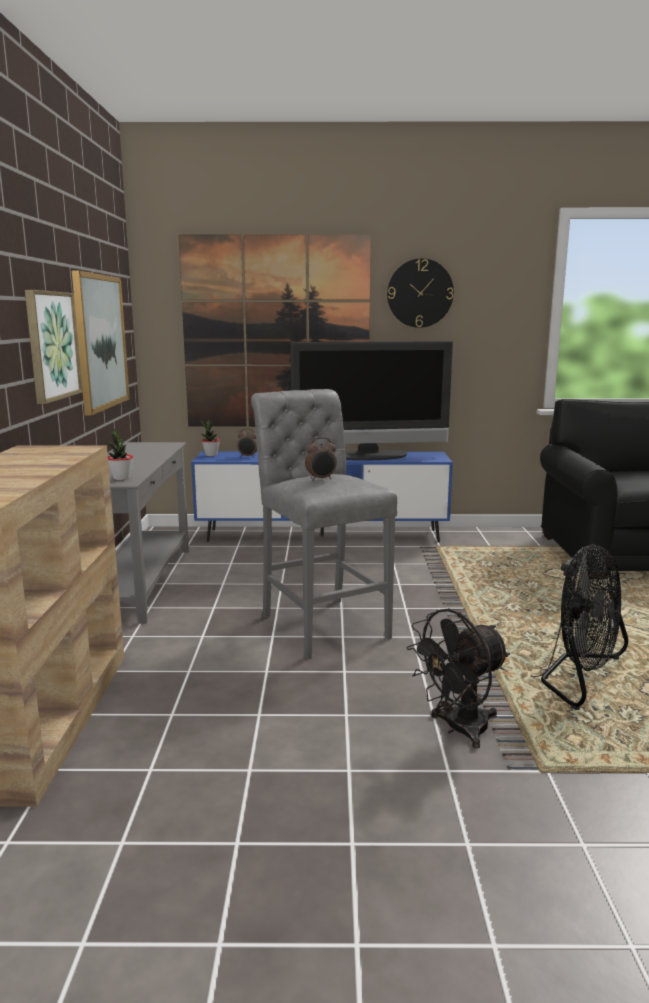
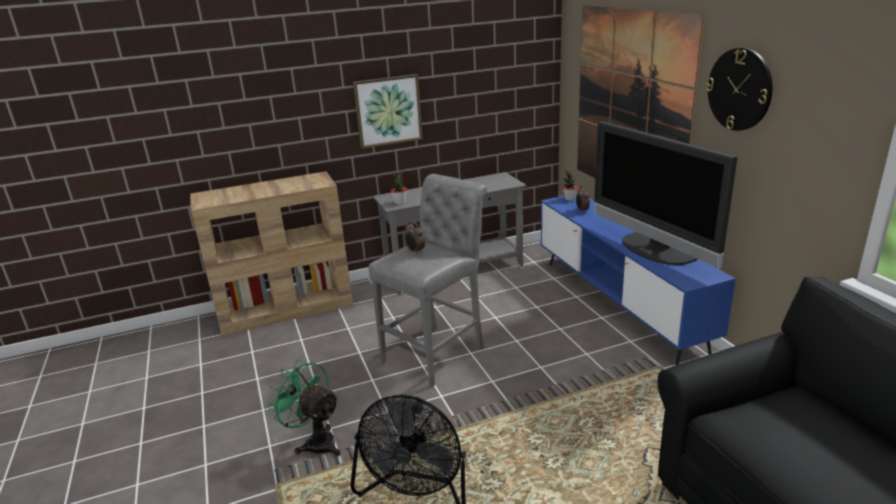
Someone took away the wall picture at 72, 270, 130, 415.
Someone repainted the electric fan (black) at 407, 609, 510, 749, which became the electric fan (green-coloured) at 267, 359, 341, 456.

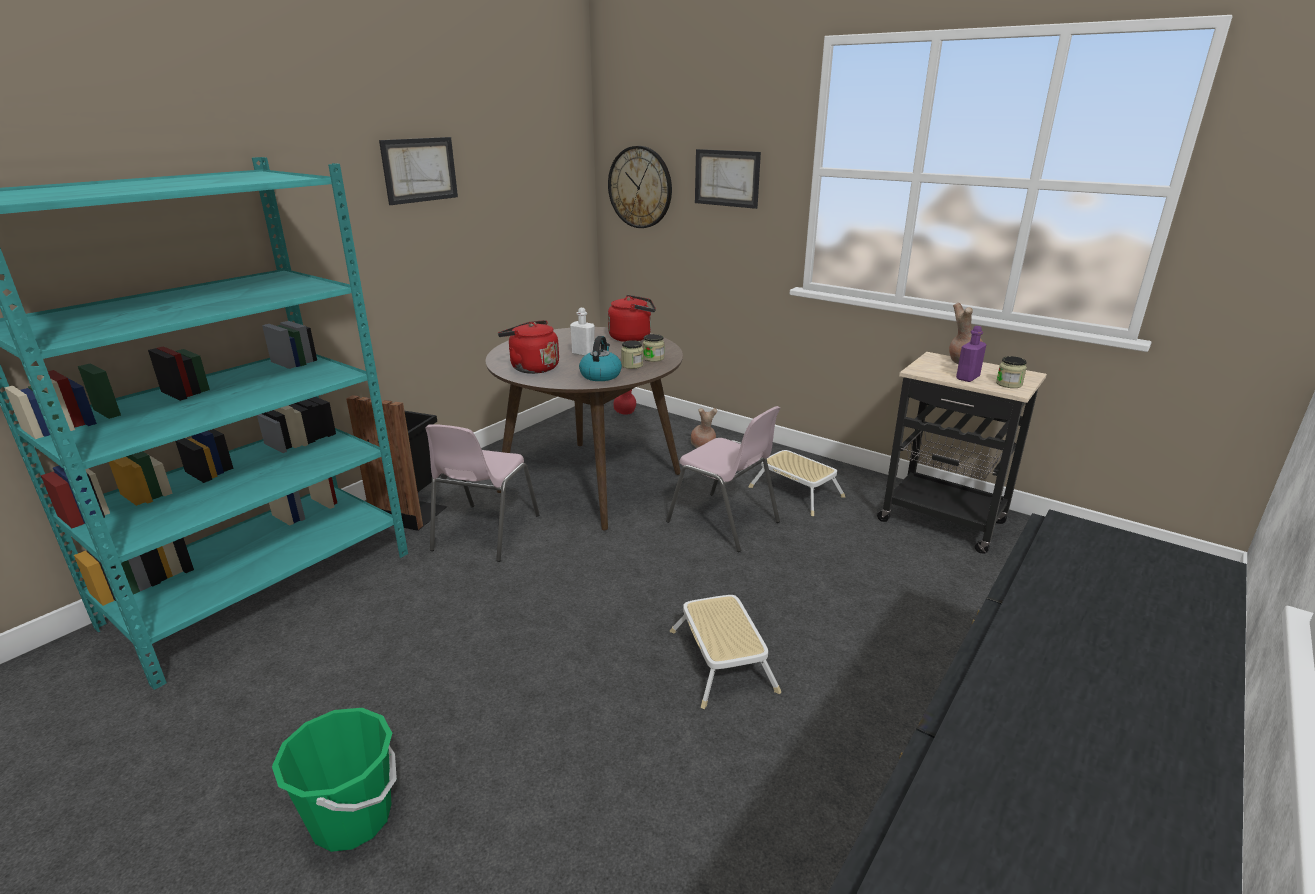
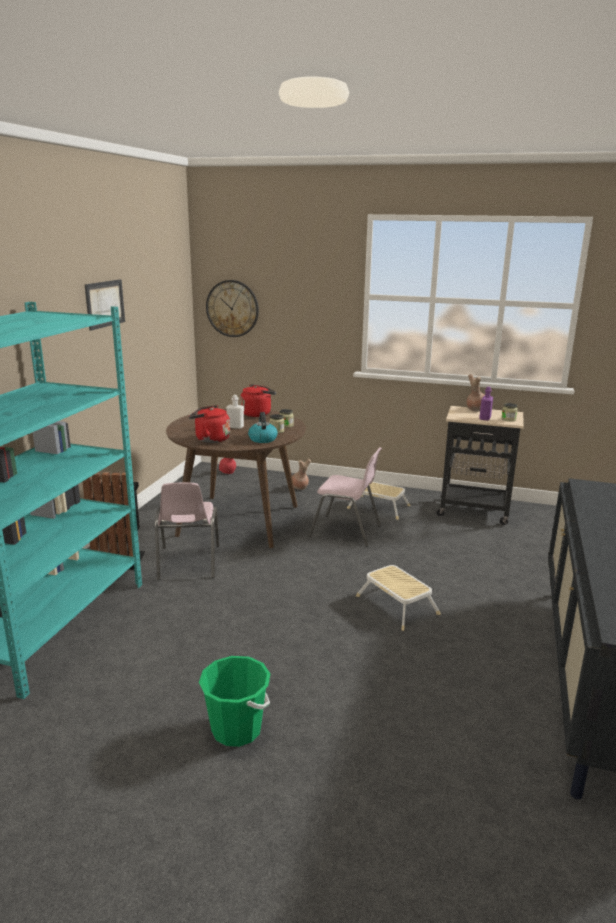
Someone took away the wall picture at 695, 149, 761, 209.

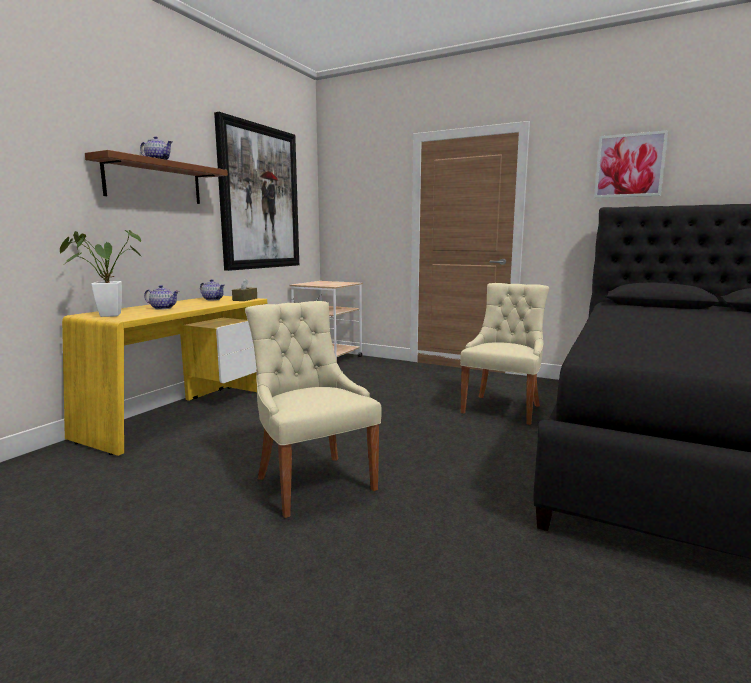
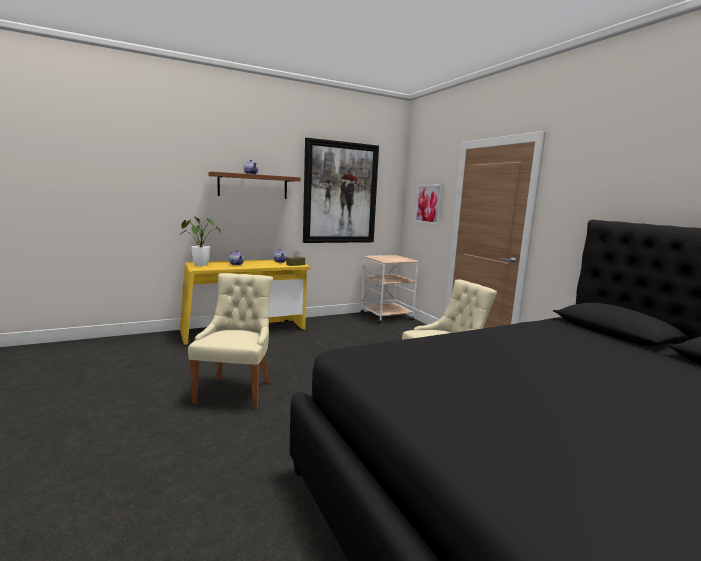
Someone carried the wall picture from 594, 130, 668, 198 to 415, 185, 443, 225.

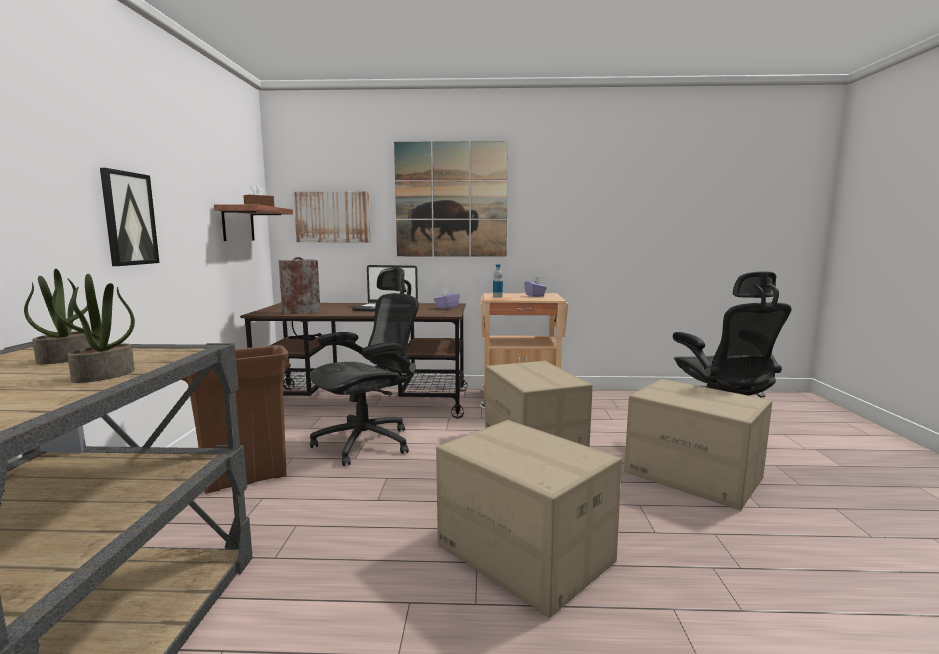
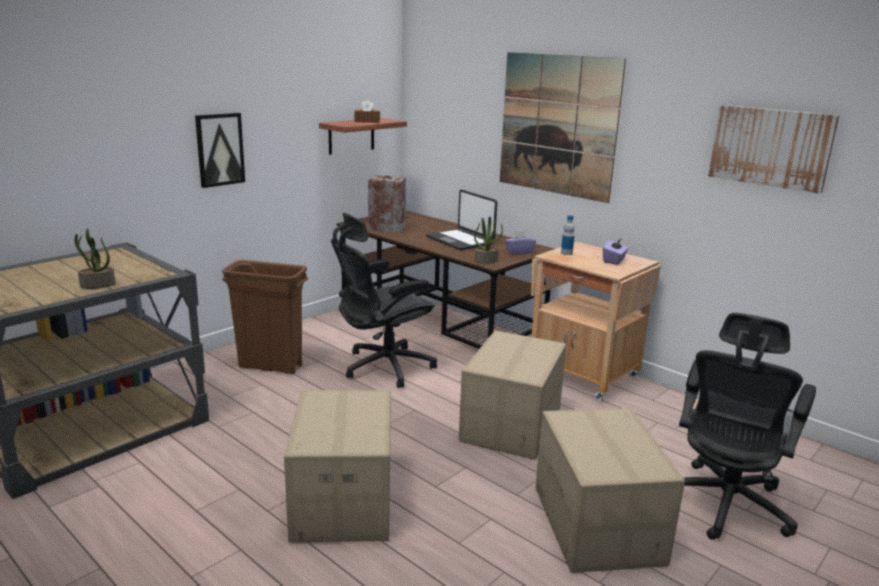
Someone carried the wall picture from 294, 192, 371, 242 to 708, 105, 839, 194.
Someone rotated the computer chair at 310, 267, 419, 466 by 150 degrees clockwise.
Someone carried the houseplant from 24, 269, 91, 364 to 474, 217, 503, 264.

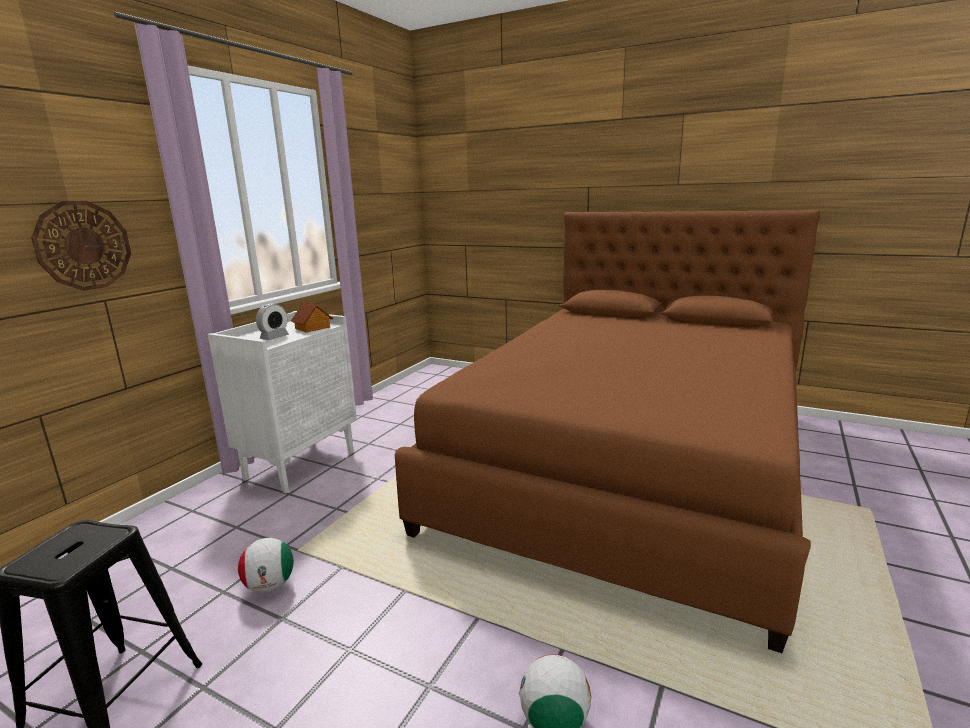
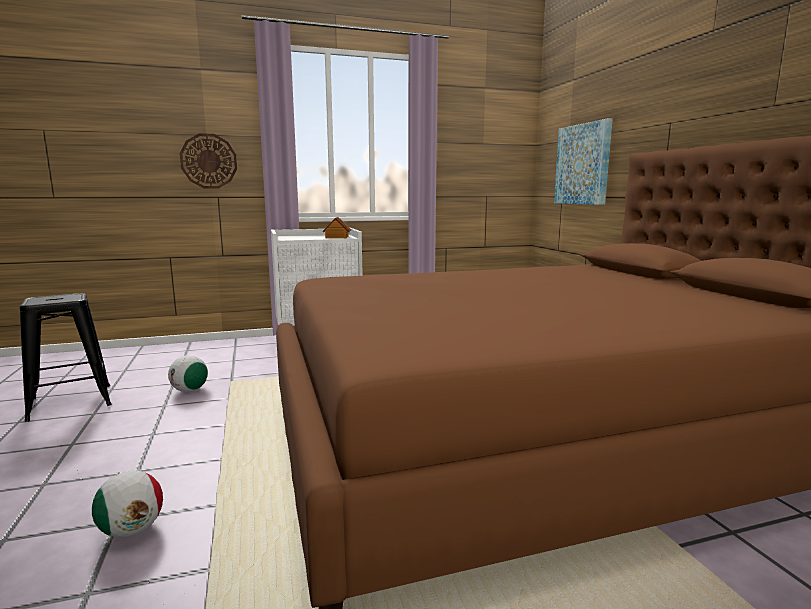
Someone took away the bedside clock at 256, 303, 289, 340.
Someone put up the wall picture at 554, 118, 613, 205.

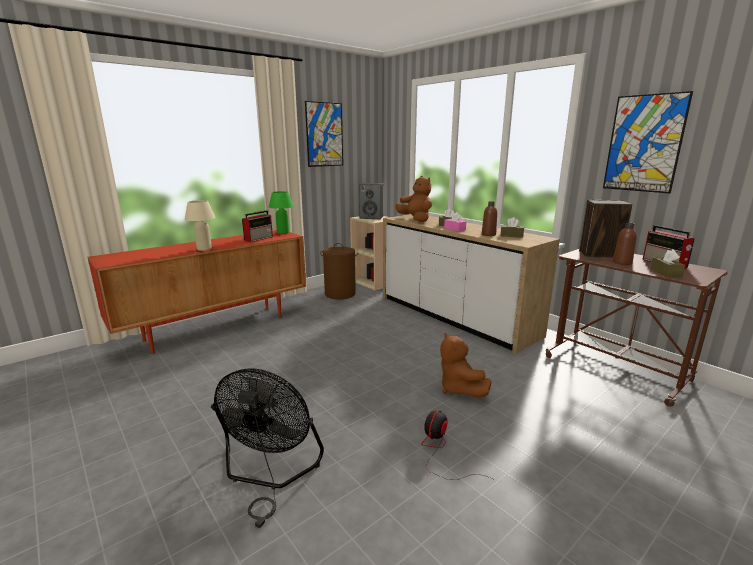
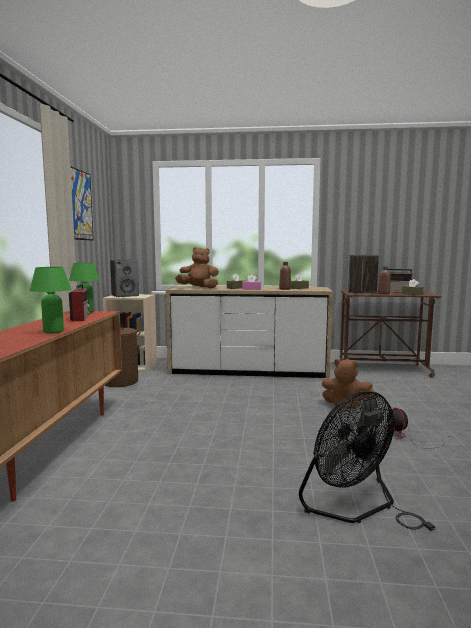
Someone took away the wall picture at 603, 91, 693, 193.
Someone repainted the tabletop lamp (beige-coloured) at 185, 200, 215, 251, which became the tabletop lamp (green-coloured) at 30, 267, 72, 333.

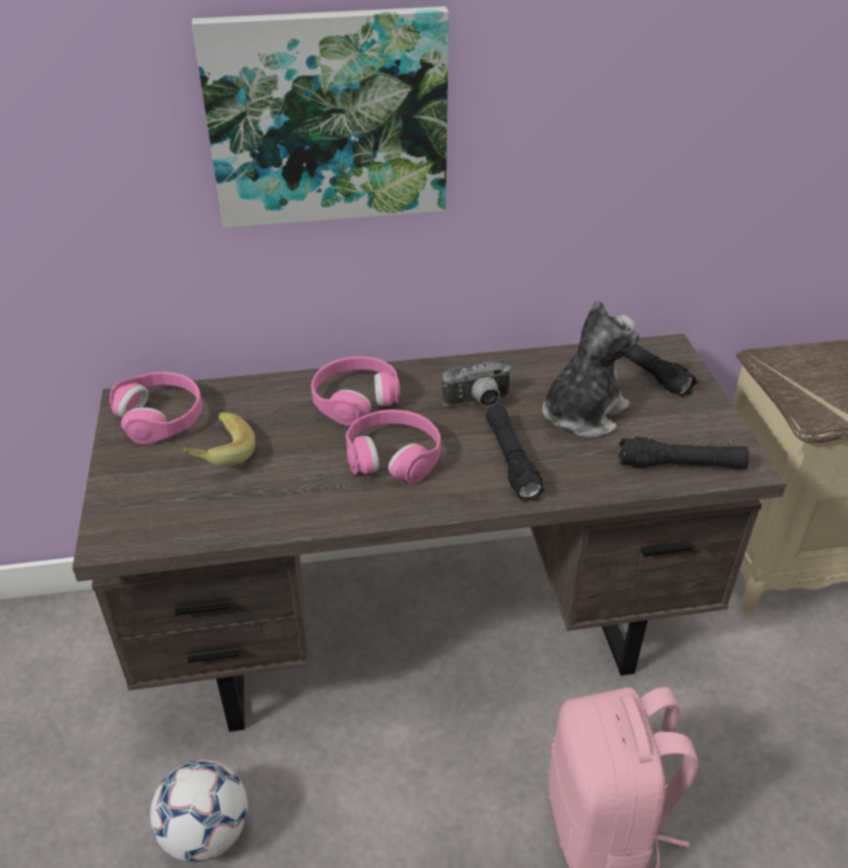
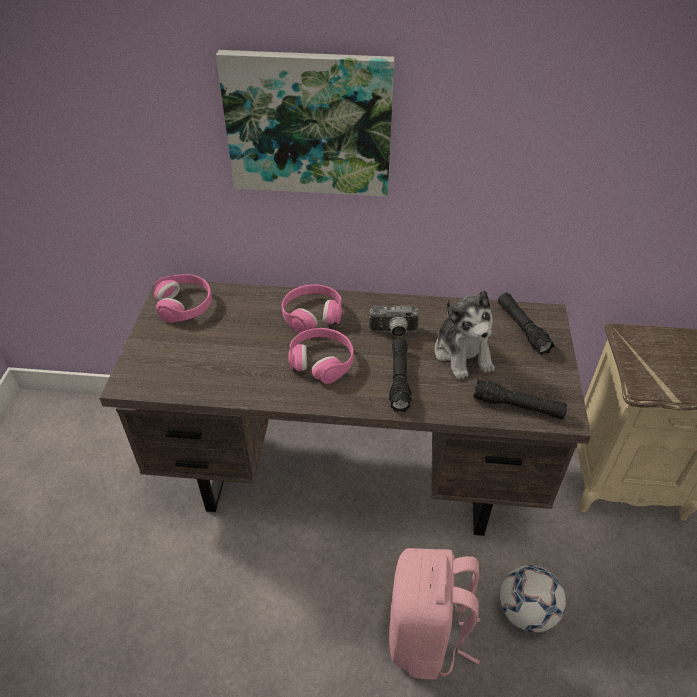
Someone rotated the plush toy at 542, 299, 640, 438 by 105 degrees clockwise.
Someone took away the banana at 170, 412, 255, 466.
Someone carried the ball for football from 150, 760, 248, 862 to 500, 565, 566, 633.

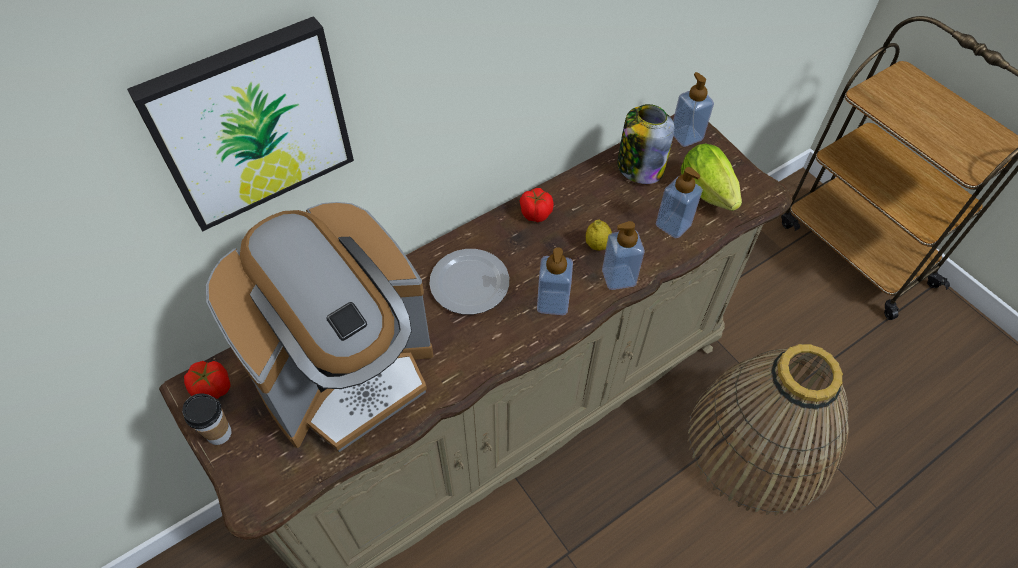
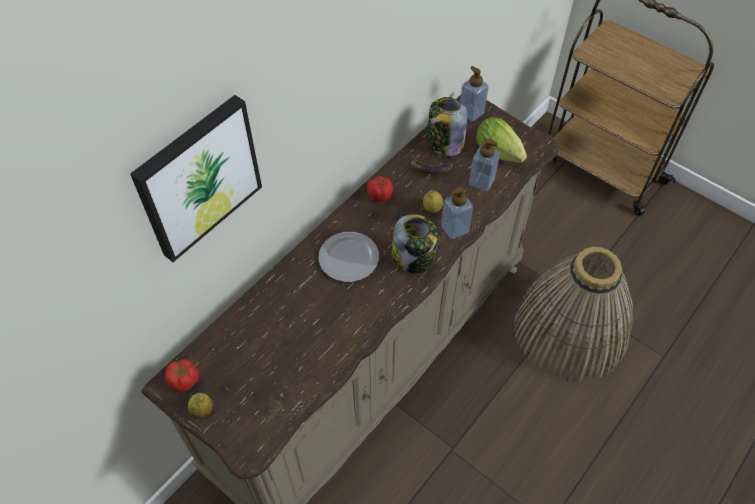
Someone took away the coffee maker at 206, 202, 434, 452.
Someone swapped the soap dispenser at 537, 247, 573, 315 for the jar at 392, 214, 438, 274.
Someone swapped the cup at 182, 393, 231, 445 for the lemon at 188, 393, 213, 419.
Someone put down the banana at 411, 155, 453, 174.

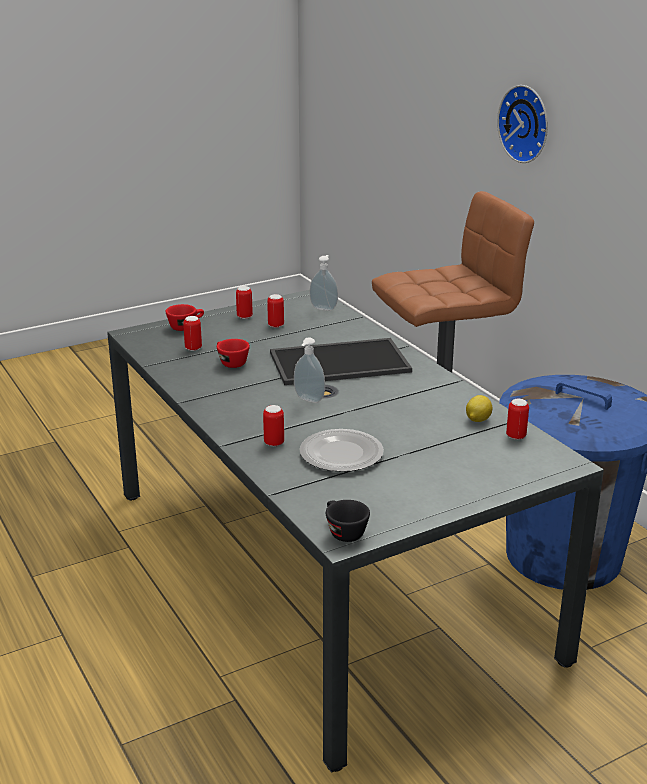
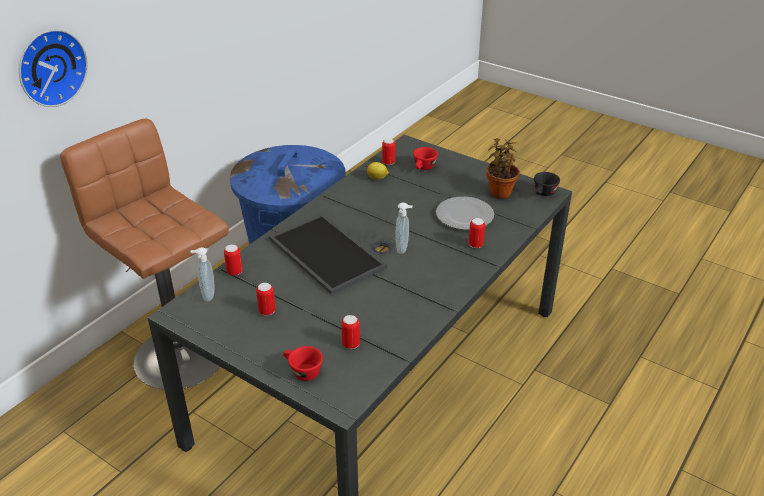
Someone carried the sealed can from 236, 286, 253, 319 to 224, 245, 243, 276.
Someone carried the cup (red) from 217, 339, 250, 368 to 413, 147, 438, 170.
Someone put down the houseplant at 487, 138, 520, 199.

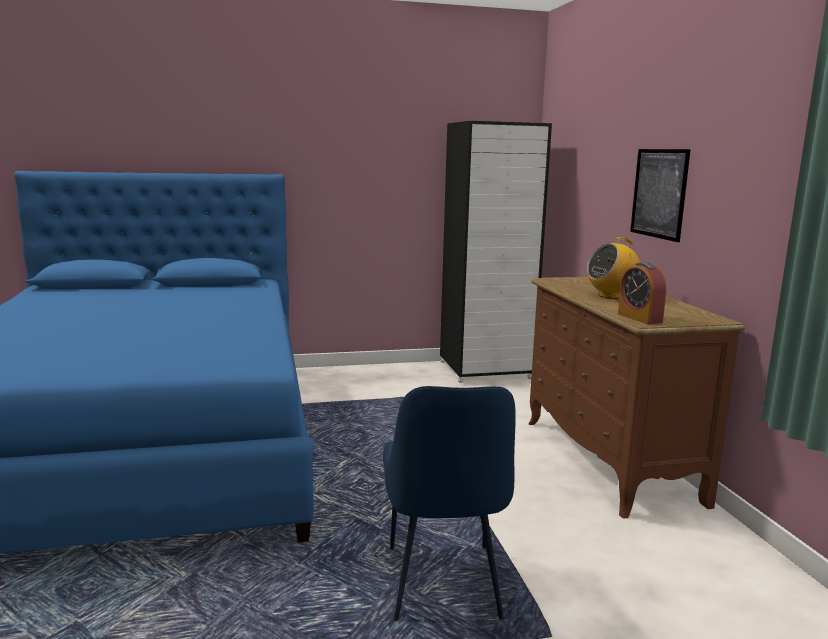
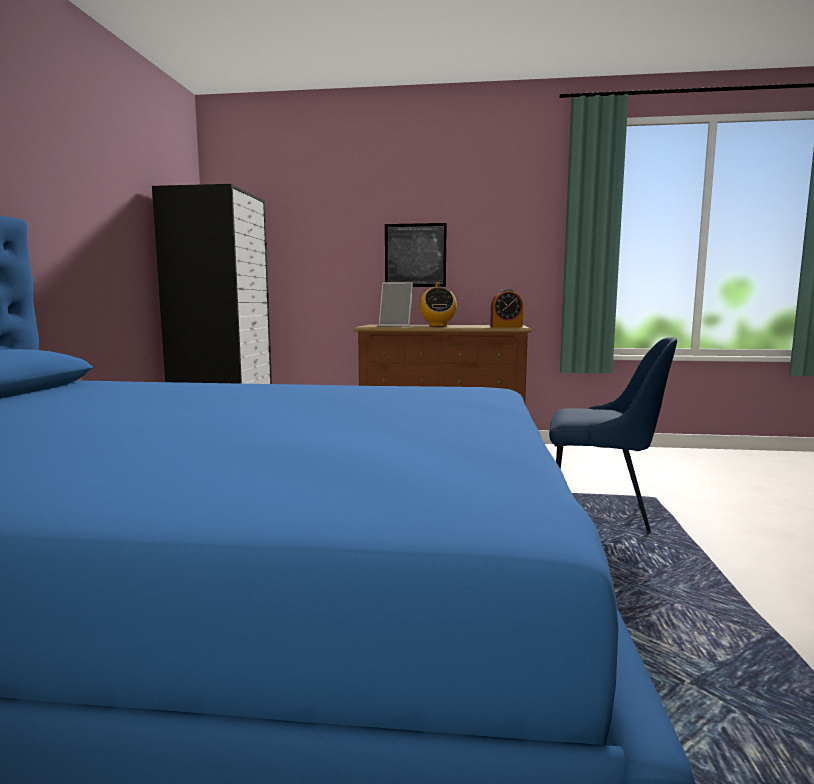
Someone put down the standing frame at 379, 282, 413, 327.

